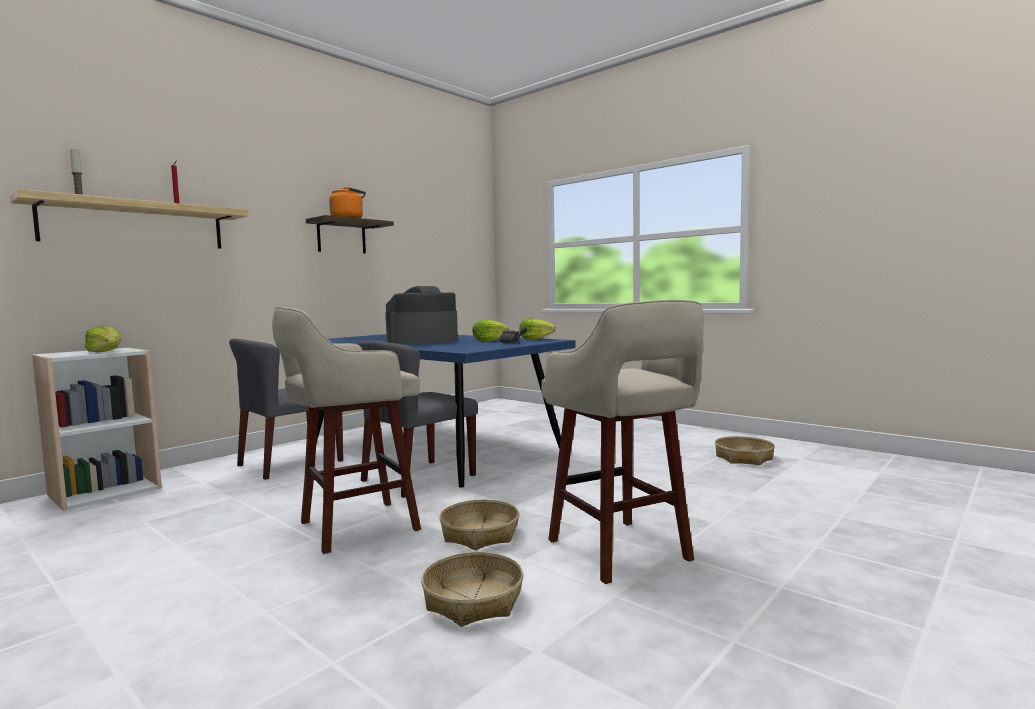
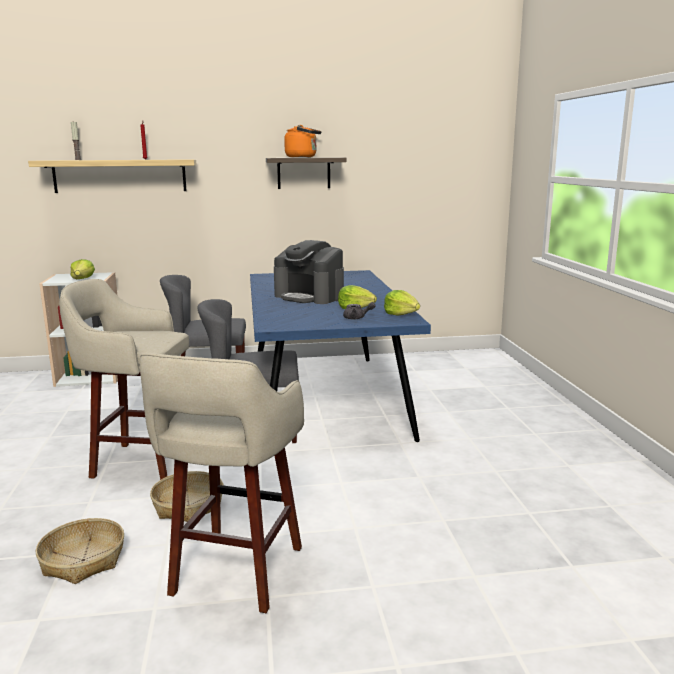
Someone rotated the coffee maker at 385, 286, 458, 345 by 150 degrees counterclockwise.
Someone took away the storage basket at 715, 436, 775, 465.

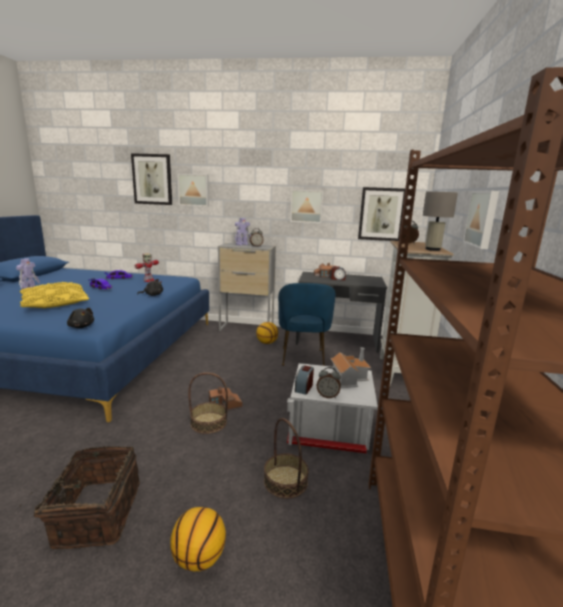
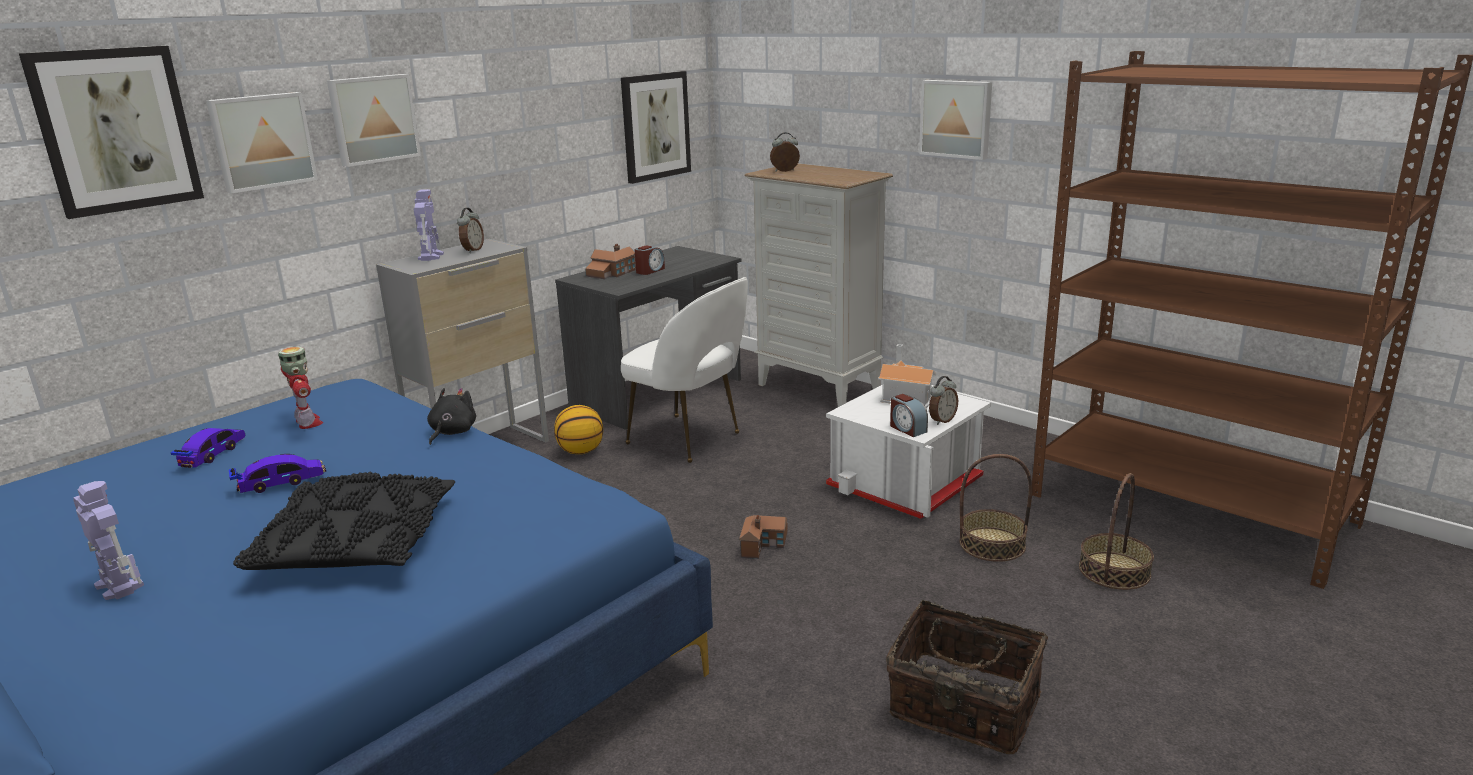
Someone carried the wall picture from 290, 189, 324, 223 to 327, 74, 421, 167.
Someone took away the tabletop lamp (greyish) at 423, 191, 458, 251.
Someone repainted the cushion (yellow-coloured) at 20, 282, 89, 308, which became the cushion (black) at 233, 472, 455, 570.
Someone repainted the upright chair (blue-coloured) at 278, 283, 336, 366, which became the upright chair (white) at 621, 277, 748, 463.
Someone took away the plush toy (black) at 67, 308, 94, 328.
Someone carried the storage basket from 188, 372, 228, 434 to 1079, 473, 1154, 590.
Someone took away the basketball at 170, 507, 226, 571.

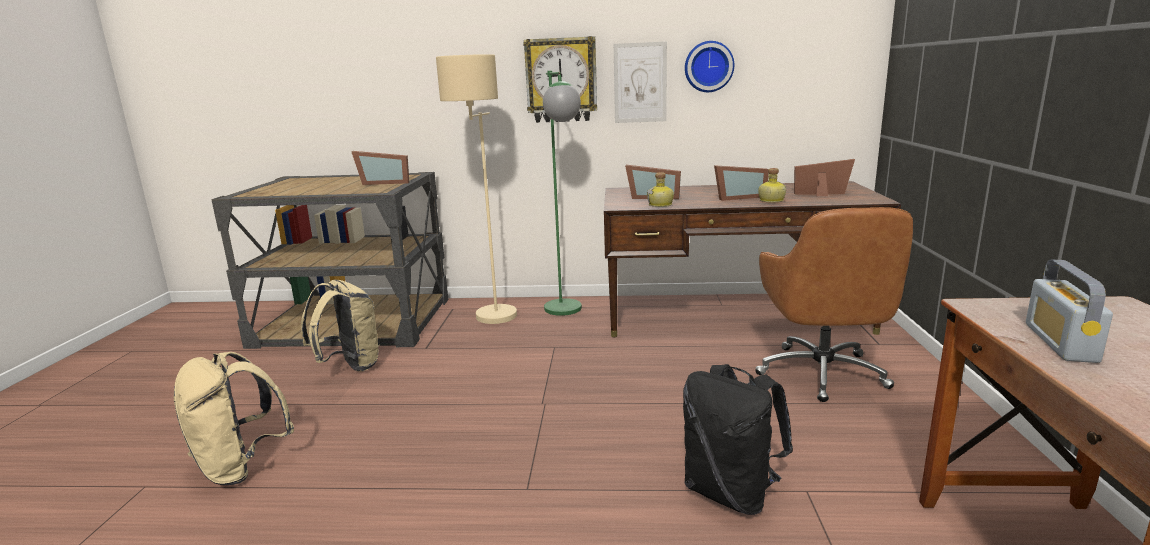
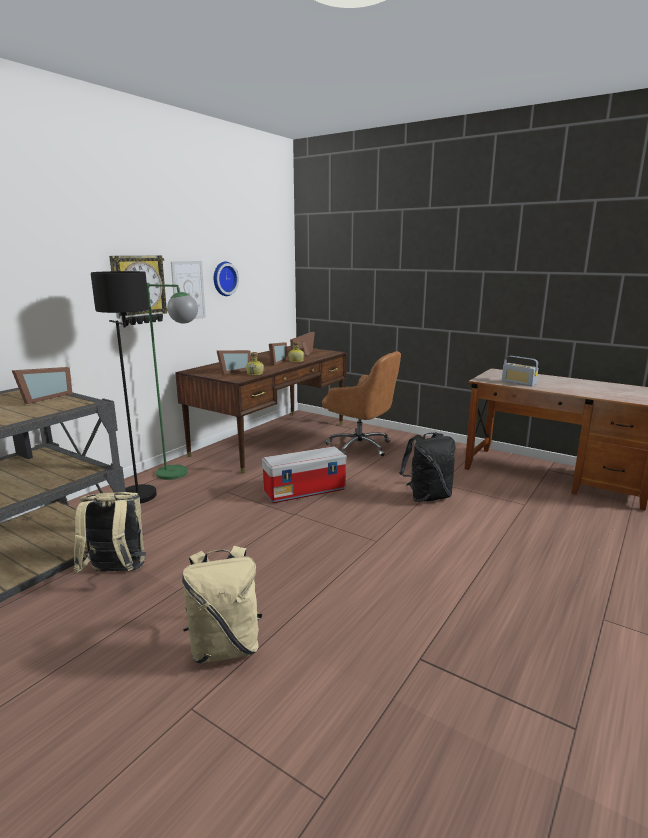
Someone repainted the standing lamp (beige-coloured) at 436, 54, 517, 324, which became the standing lamp (black) at 91, 271, 157, 504.
Someone put down the storage bin at 262, 446, 346, 503.

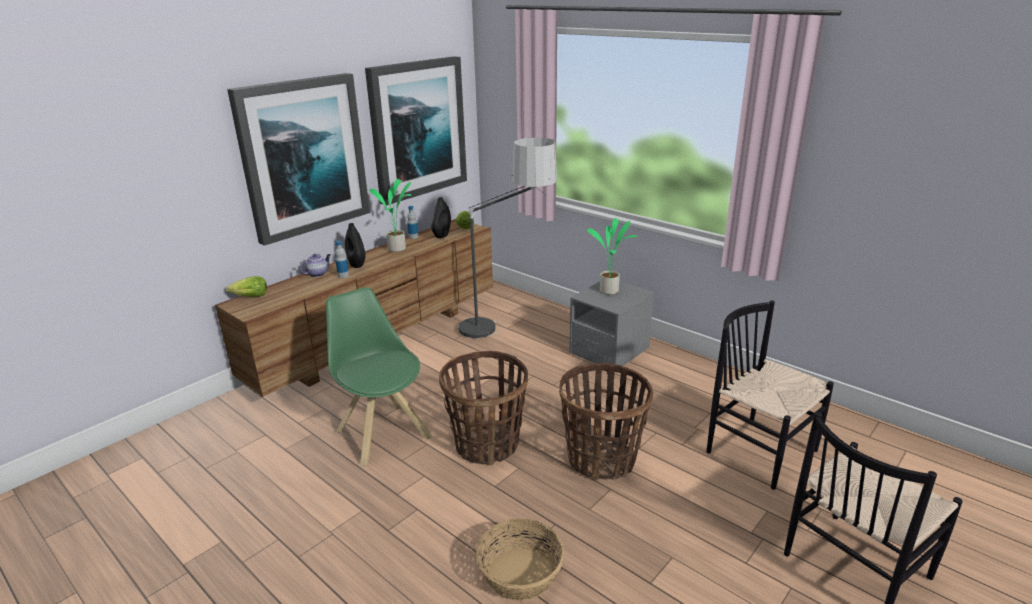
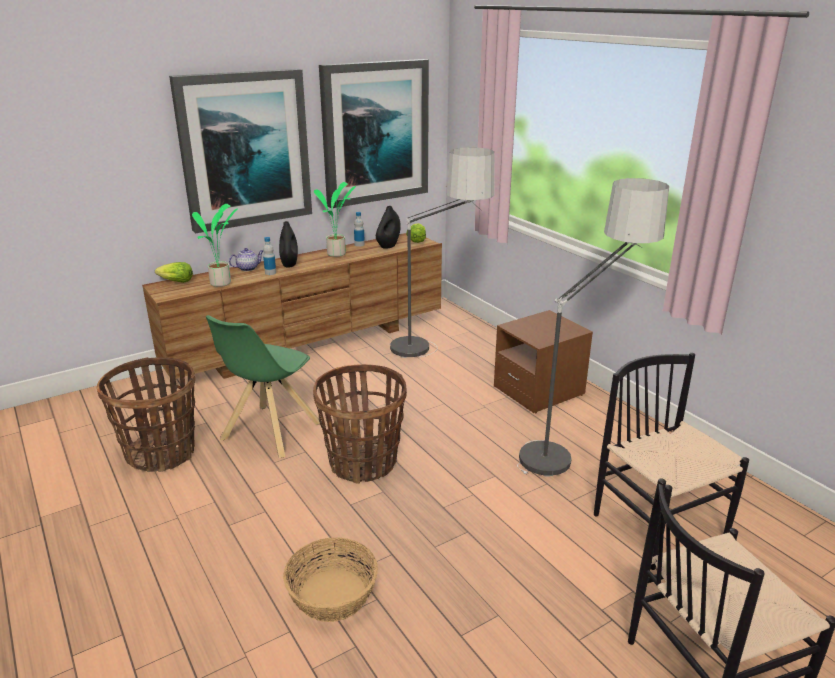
Someone carried the houseplant from 587, 218, 637, 295 to 192, 204, 238, 287.
Someone repainted the nightstand (greyish) at 569, 281, 654, 366, which became the nightstand (brownish) at 494, 310, 593, 413.
Someone rotated the upright chair (green-coloured) at 326, 287, 432, 466 by 135 degrees counterclockwise.
Someone carried the storage basket from 559, 363, 653, 480 to 97, 357, 195, 472.
Someone put down the standing lamp at 517, 178, 669, 477.

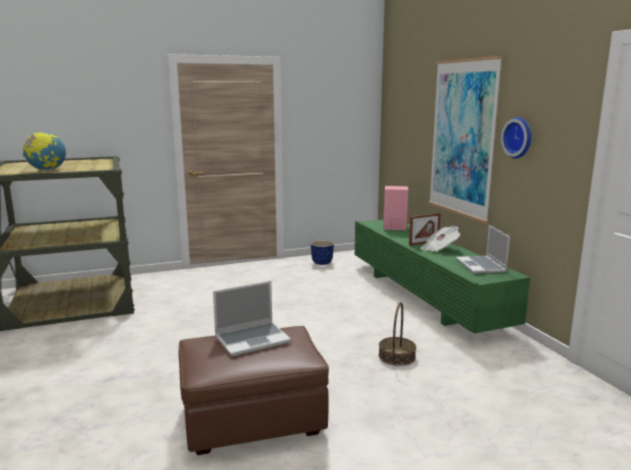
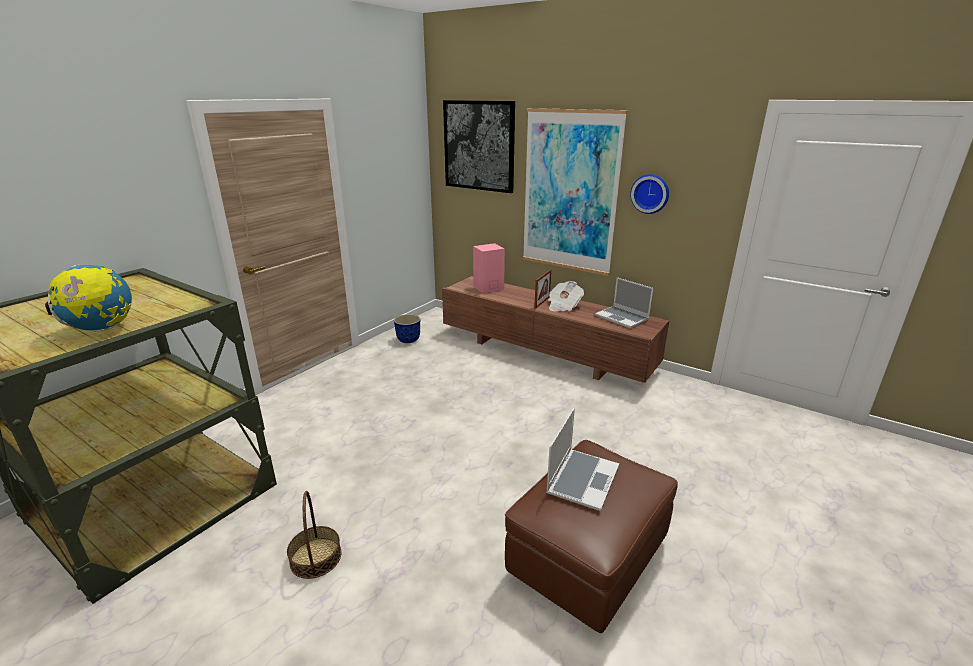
Someone repainted the tv unit (green-coloured) at 355, 220, 530, 334, which became the tv unit (brownish) at 442, 276, 669, 383.
Someone carried the storage basket from 379, 302, 416, 366 to 287, 491, 342, 579.
Someone put up the wall picture at 443, 100, 515, 193.

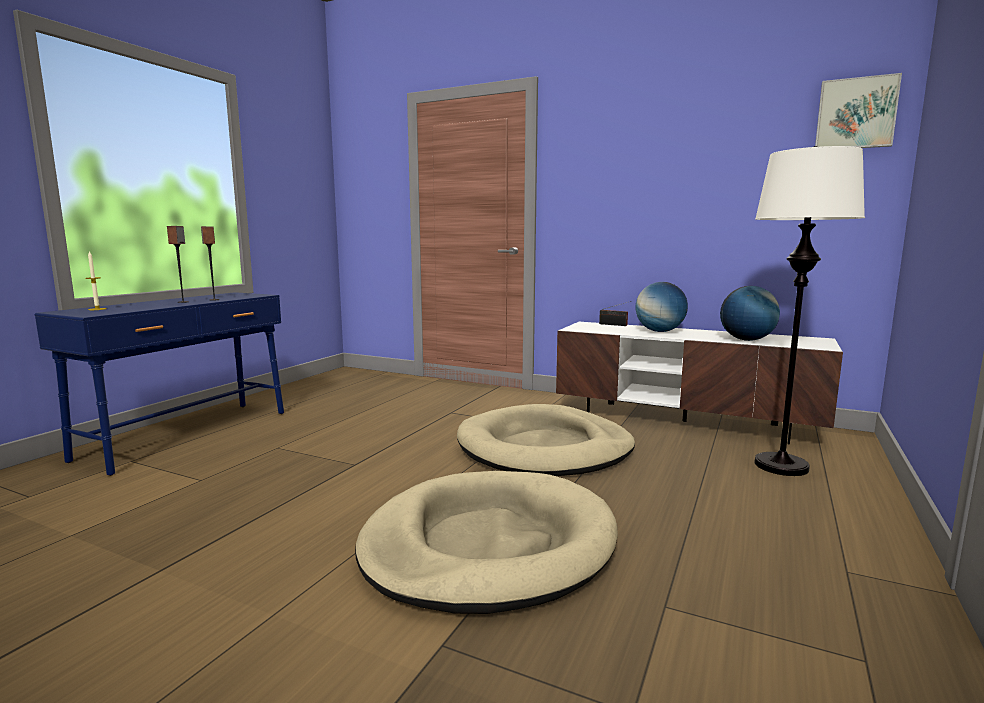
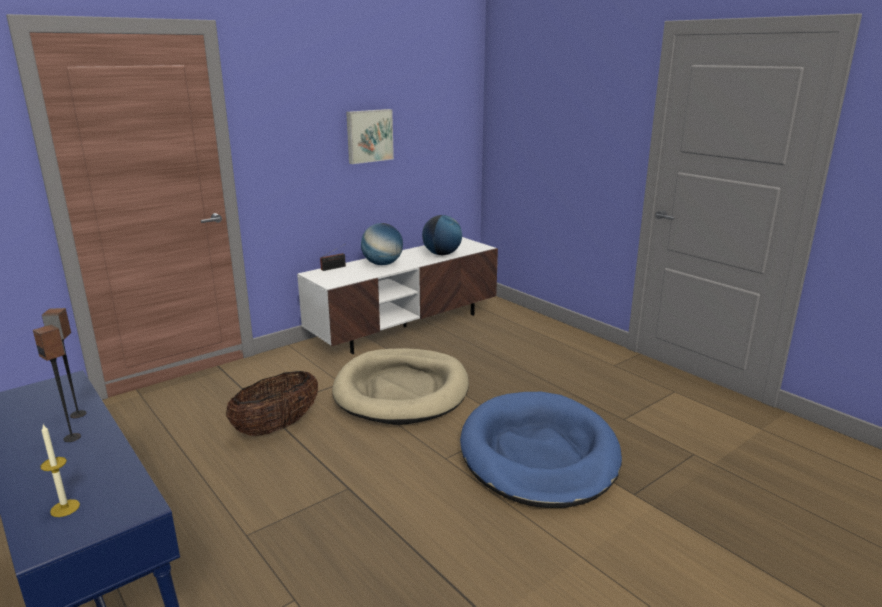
Someone carried the wall picture from 815, 73, 902, 148 to 346, 109, 394, 164.
Someone took away the standing lamp (white) at 754, 146, 865, 476.
Someone repainted the dog bed (beige-coloured) at 355, 471, 618, 614, which became the dog bed (blue-coloured) at 460, 392, 622, 508.
Someone put down the storage basket at 226, 371, 318, 436.

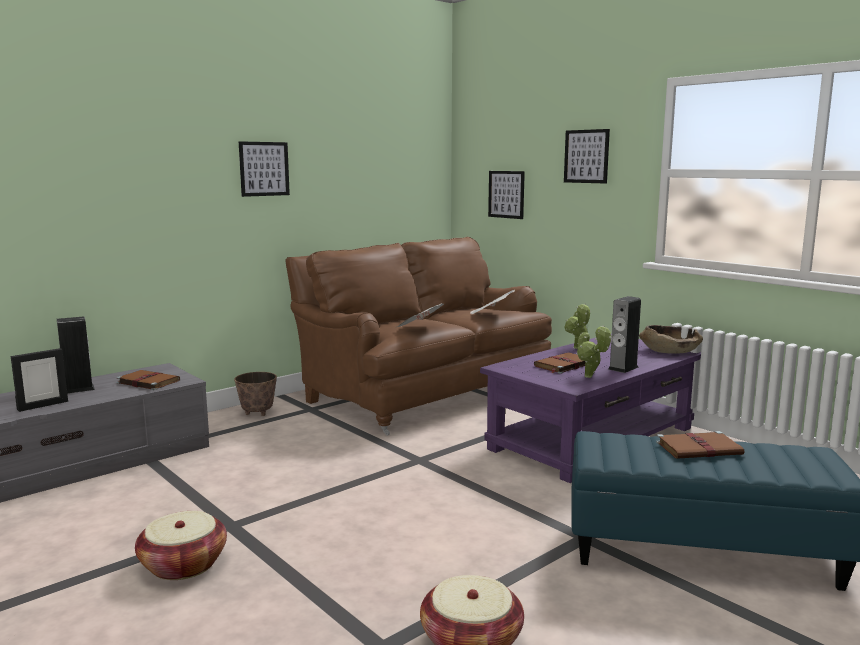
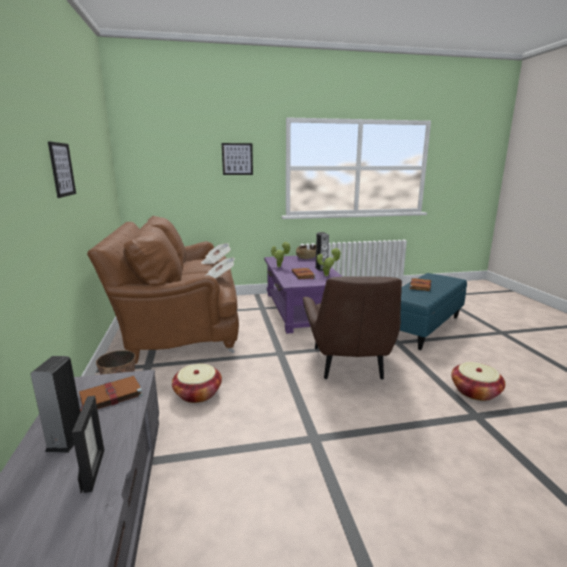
Someone took away the wall picture at 488, 171, 525, 219.
Someone carried the storage basket from 135, 511, 227, 580 to 172, 364, 222, 403.
Someone put down the easy chair (brownish) at 303, 276, 402, 380.

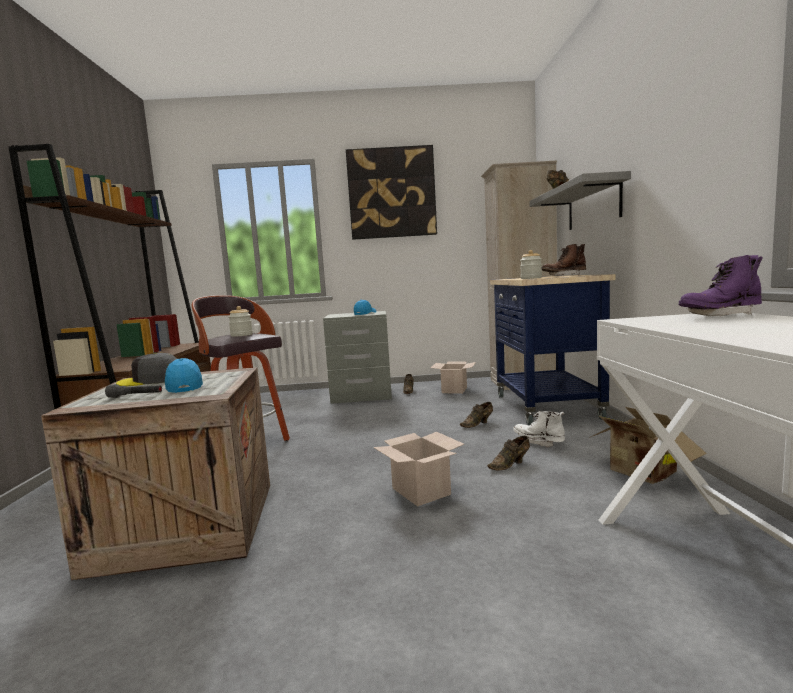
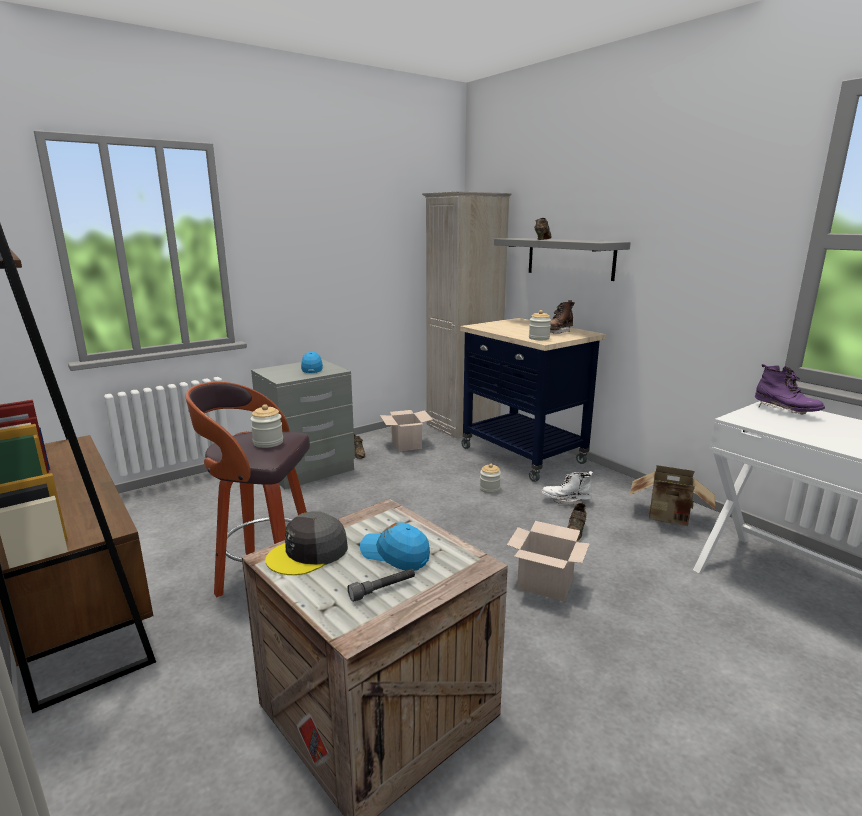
Someone took away the wall picture at 346, 145, 437, 240.
Someone rotated the boot (purple) at 679, 255, 763, 316 by 75 degrees counterclockwise.
Someone swapped the low shoe (brownish) at 460, 402, 493, 428 for the jar at 480, 464, 501, 494.

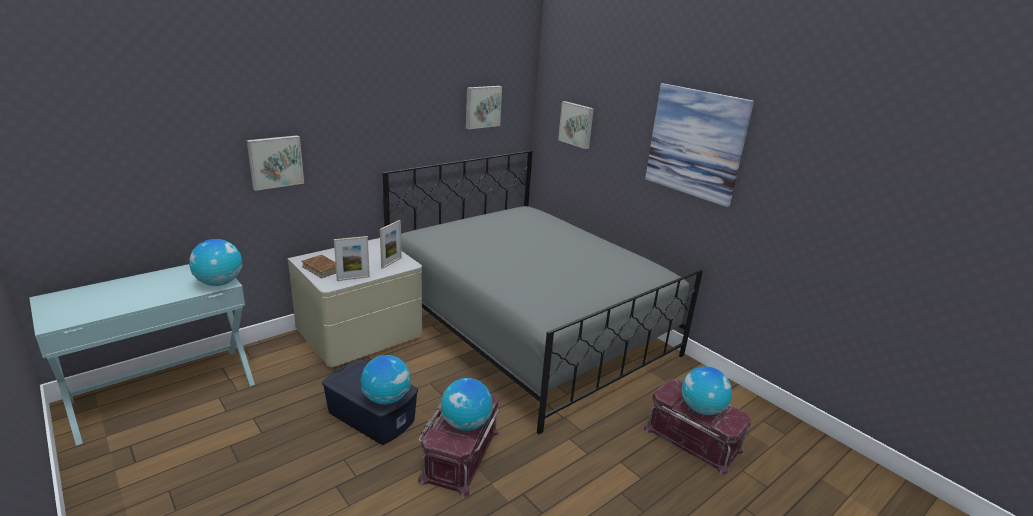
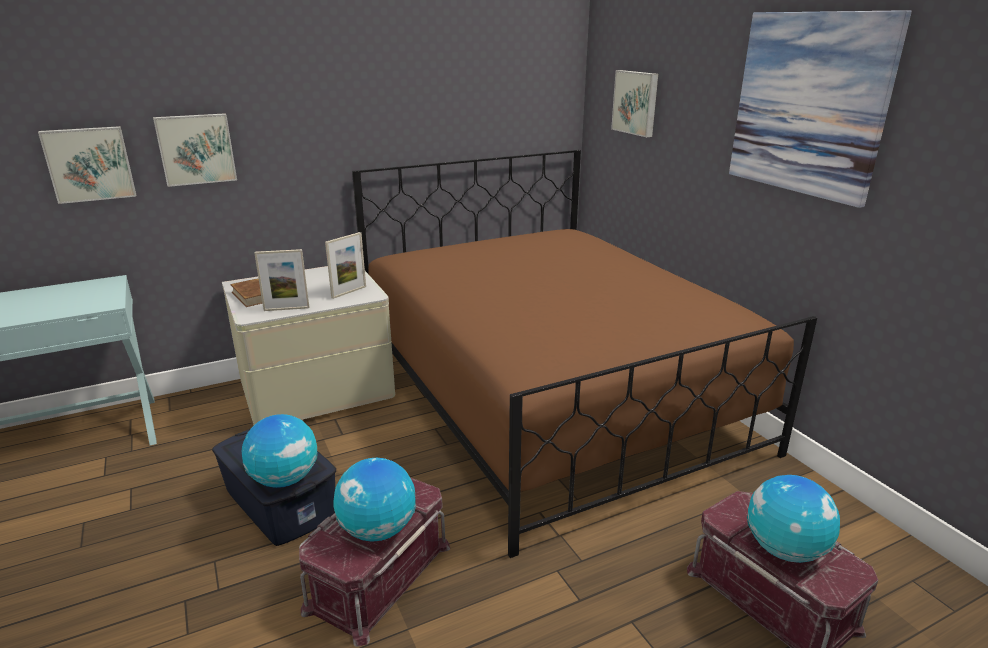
Someone carried the wall picture from 466, 86, 502, 129 to 38, 126, 136, 204.
Someone repainted the sleeping bed (greyish) at 383, 151, 703, 435, which became the sleeping bed (brownish) at 352, 150, 817, 558.
Someone took away the globe at 189, 239, 242, 286.

